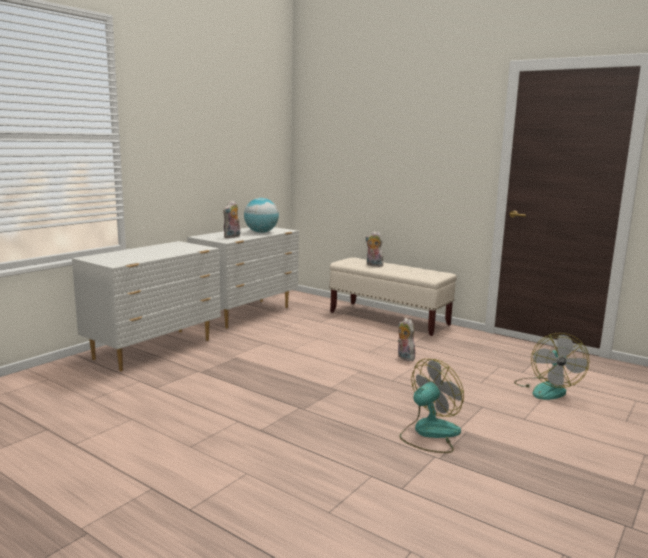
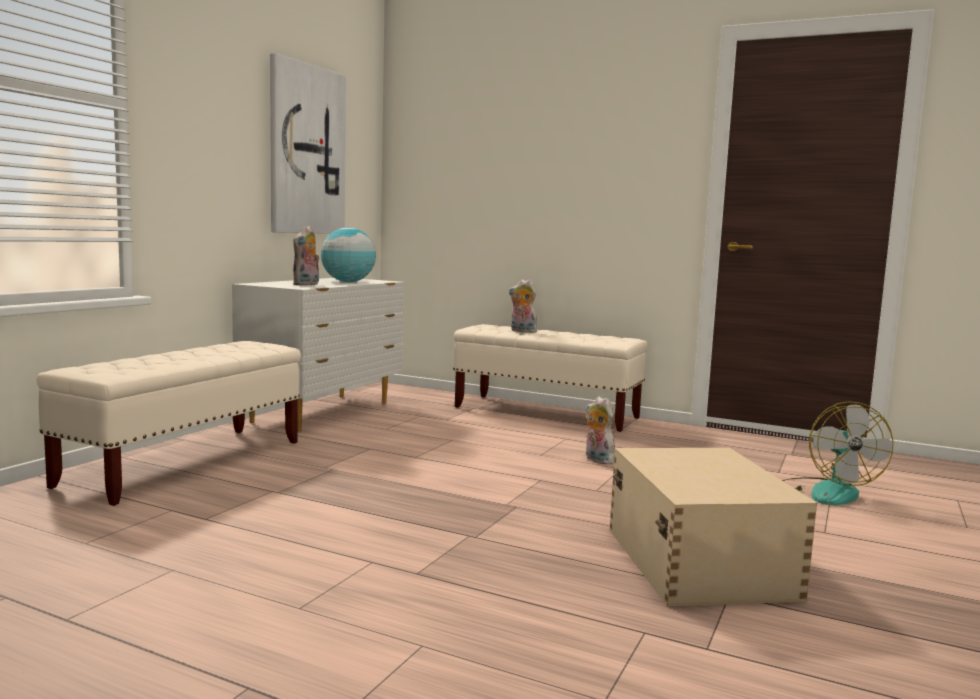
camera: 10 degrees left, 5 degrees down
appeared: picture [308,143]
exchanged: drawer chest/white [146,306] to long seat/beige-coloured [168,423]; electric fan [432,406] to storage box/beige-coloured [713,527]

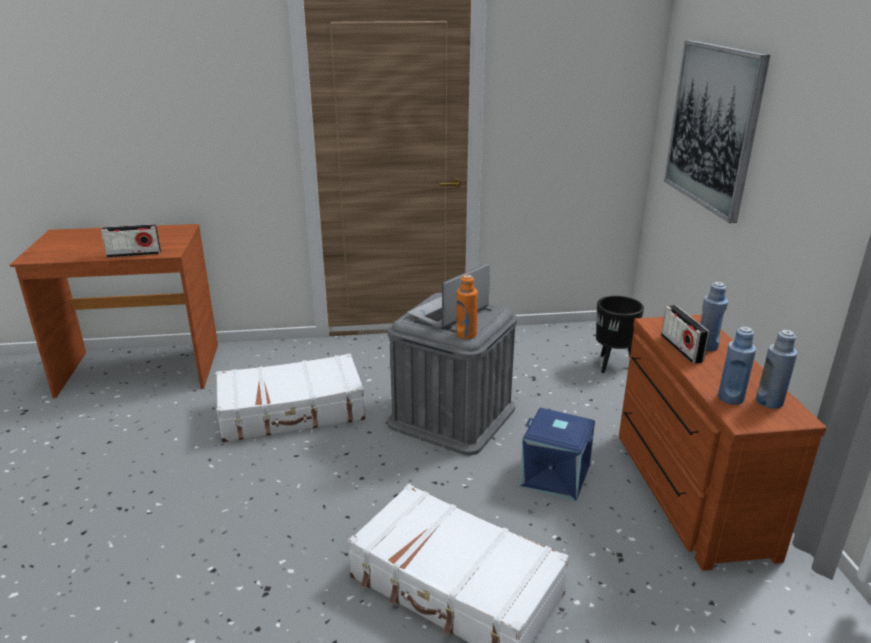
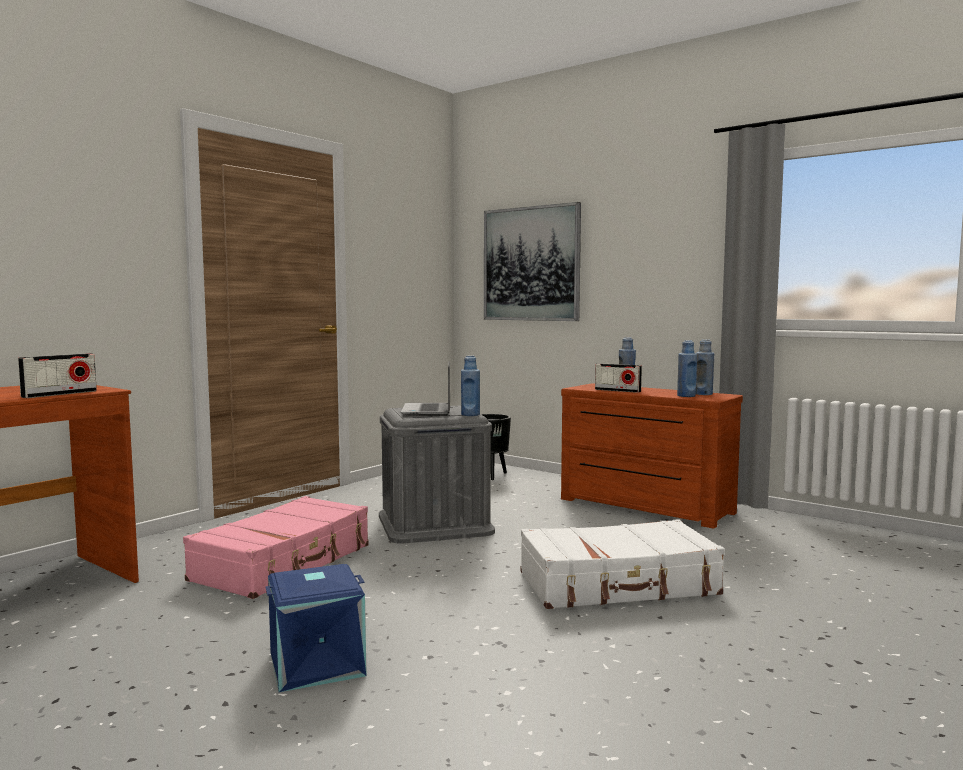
camera: 45 degrees left, 20 degrees down
relocated: storage box/bluish [557,454] to [316,628]
colour: beverage bottle/orange-coloured [467,307] to beverage bottle/bluish [470,385]; suitcase/white [291,397] to suitcase/pinkish [276,547]

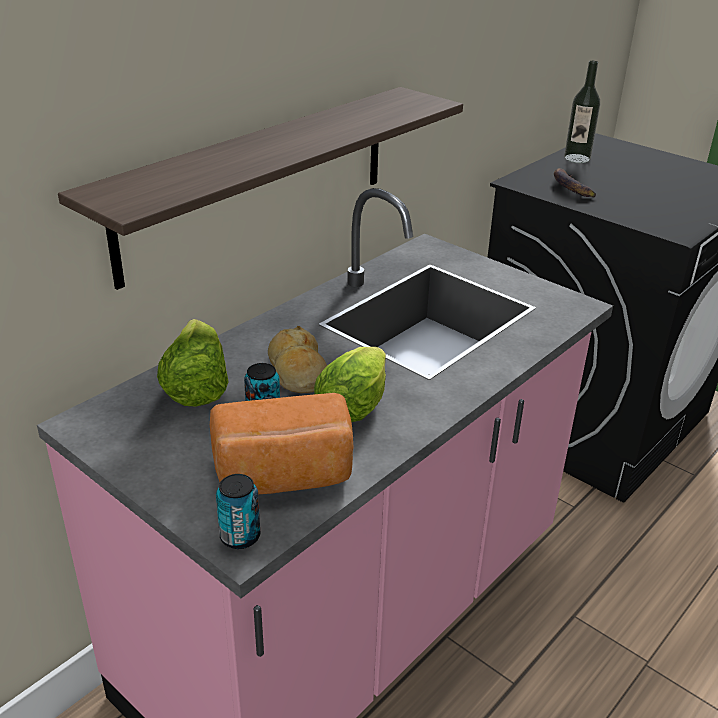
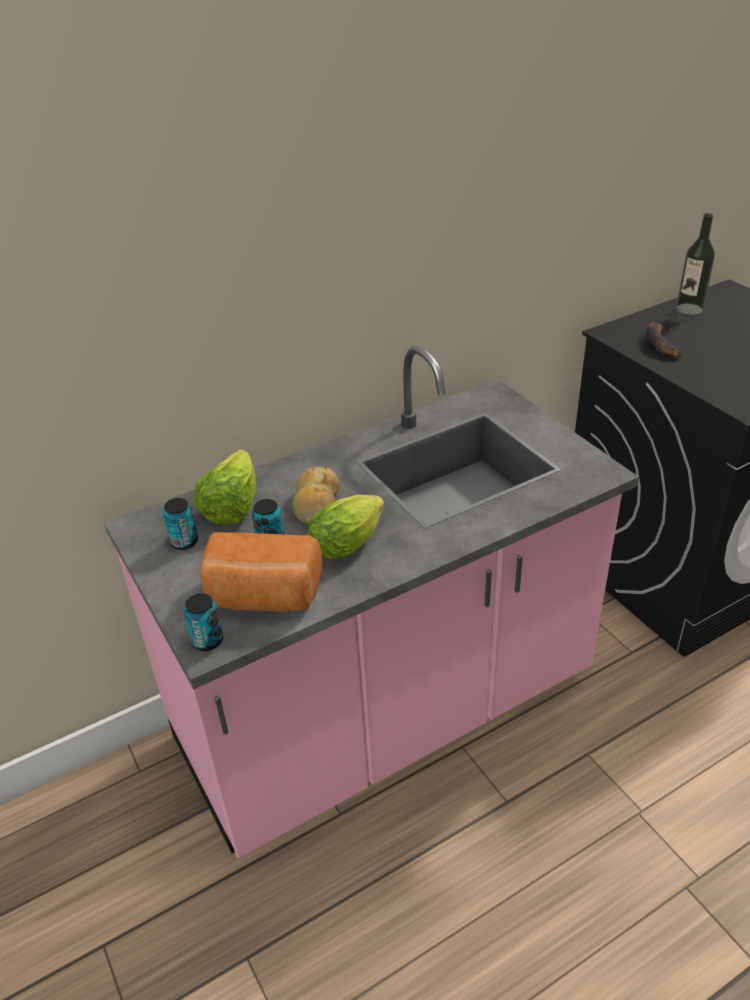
camera: 20 degrees right, 5 degrees up
missing: bracket shelf [260,188]
appeared: can [180,524]

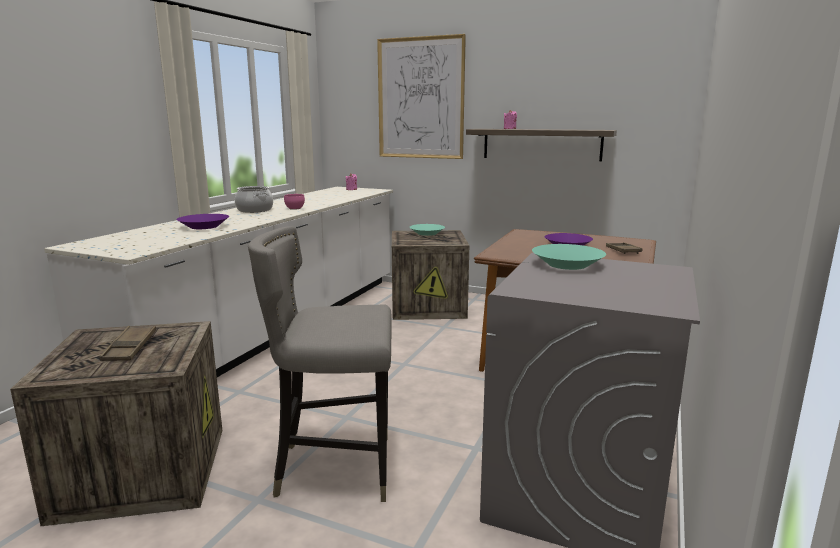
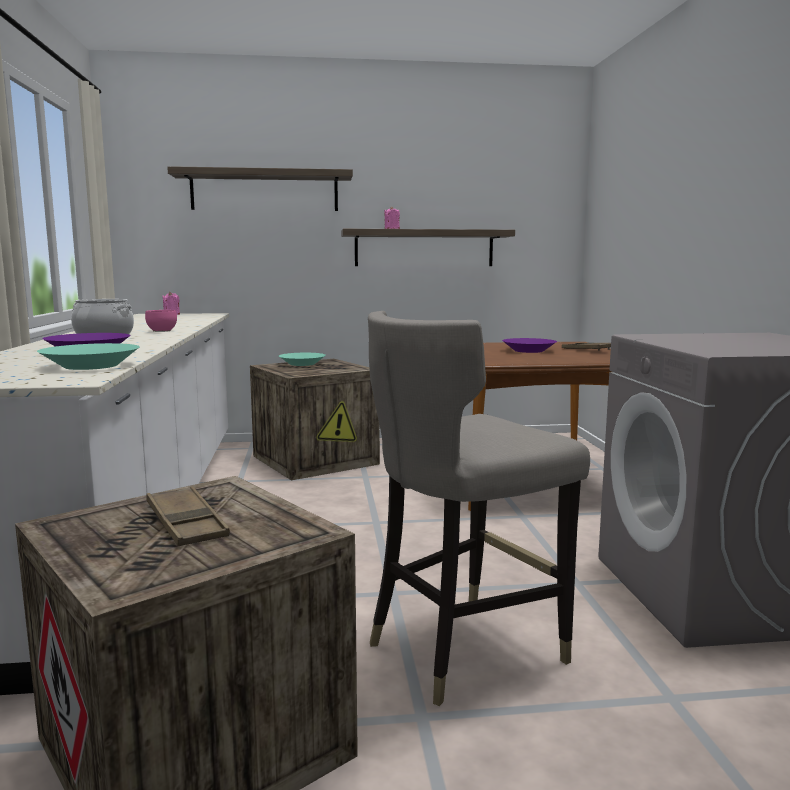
camera: 30 degrees left, 5 degrees down
relocated: deep dish/blue-green [569,257] to [88,356]
exchanged: picture [421,96] to bracket shelf [260,188]

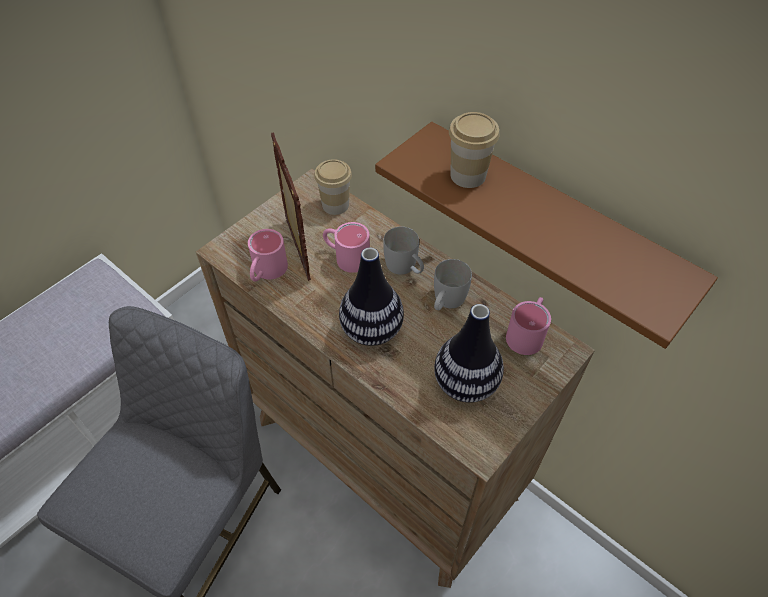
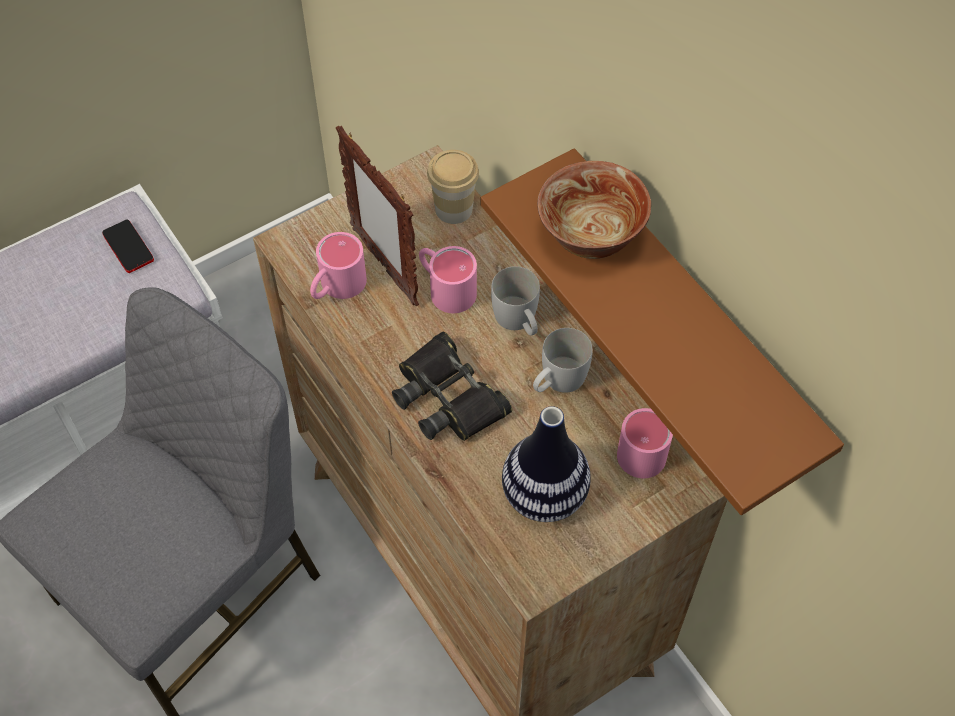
camera: 15 degrees right, 5 degrees up
appeared: phone [128,246]
exchanged: small cup [474,150] to deep dish [594,210]; decorative vase [371,297] to pair of binoculars/blackish [452,386]
spun: picture frame [291,206] = [377,216] 150 degrees clockwise

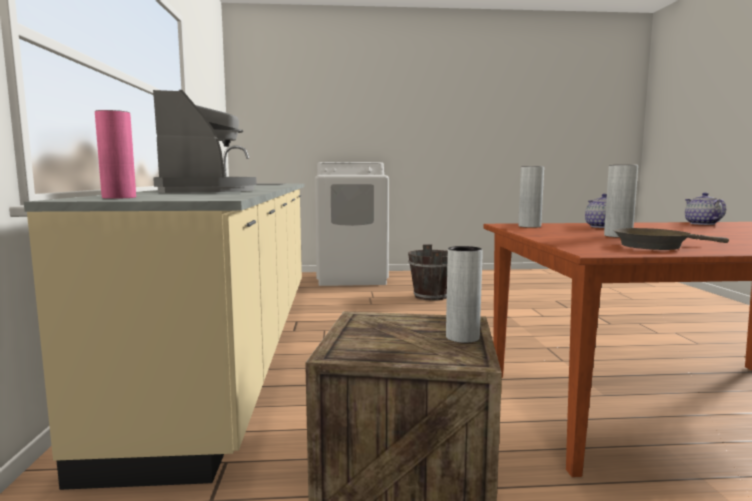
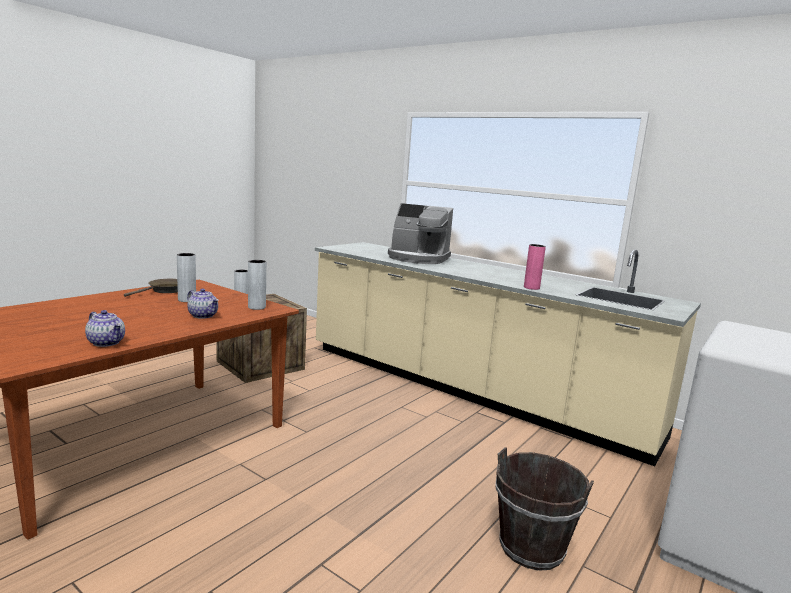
camera: 130 degrees right, 5 degrees up
relocated: decorative vase/pinkish [115,154] to [535,267]

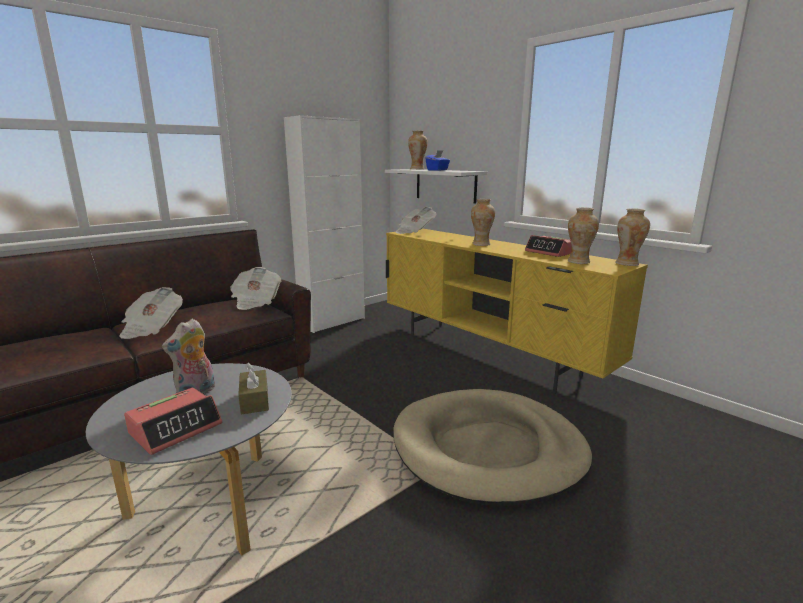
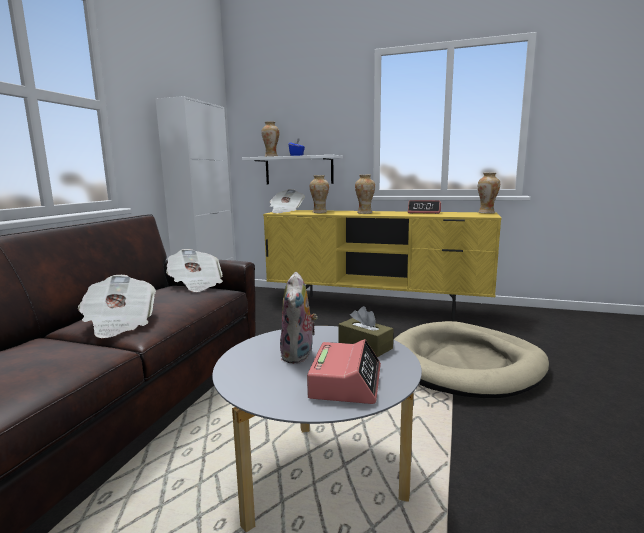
camera: 30 degrees left, 5 degrees down
relocated: decorative vase [583,236] to [319,194]

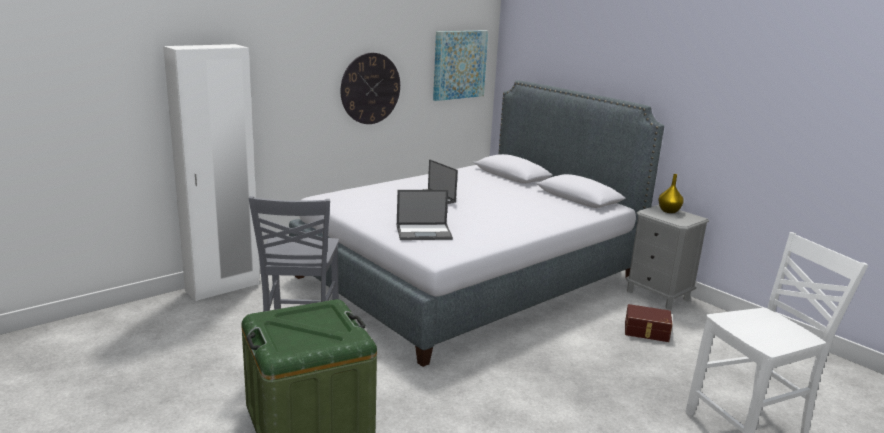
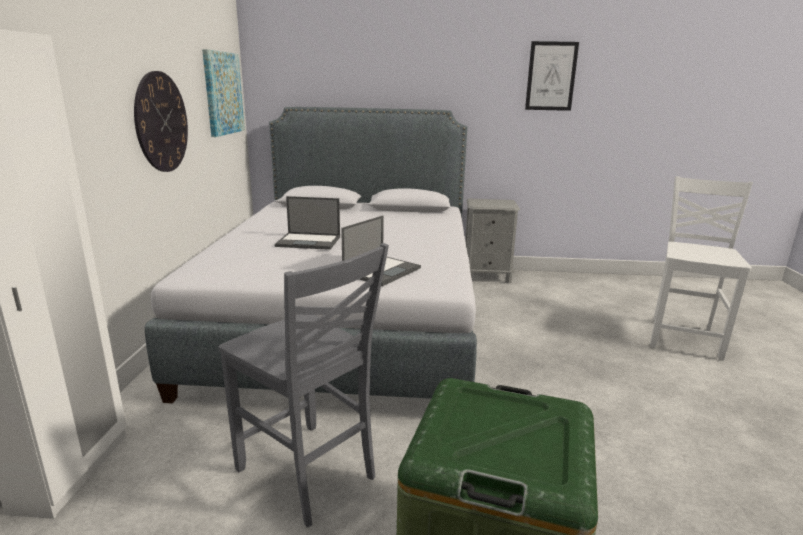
camera: 45 degrees left, 0 degrees up
missing: decorative vase/yellowish [671,193]; storage box/brownish [649,323]
appeared: picture [552,76]

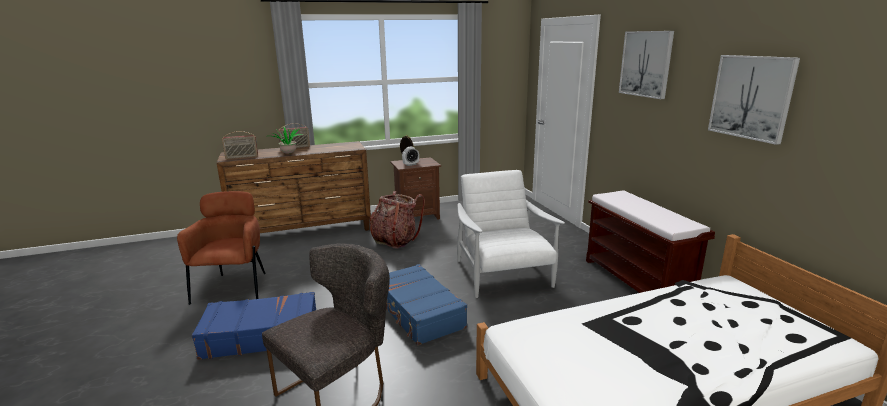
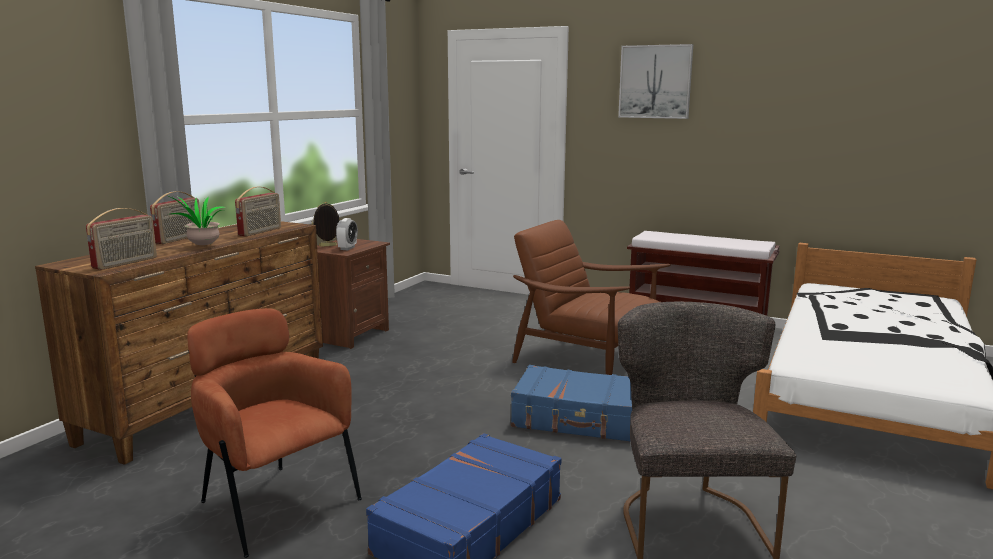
camera: 45 degrees left, 5 degrees down
missing: picture [754,100]; backpack [397,220]
appeared: radio receiver [258,211]
colour: lounge chair/white [511,234] to lounge chair/brownish [591,297]

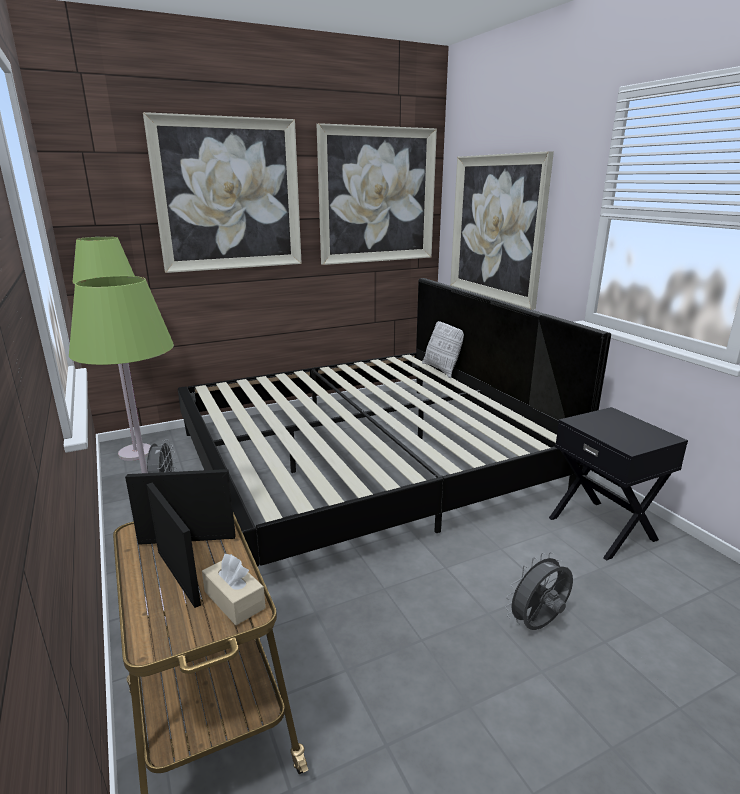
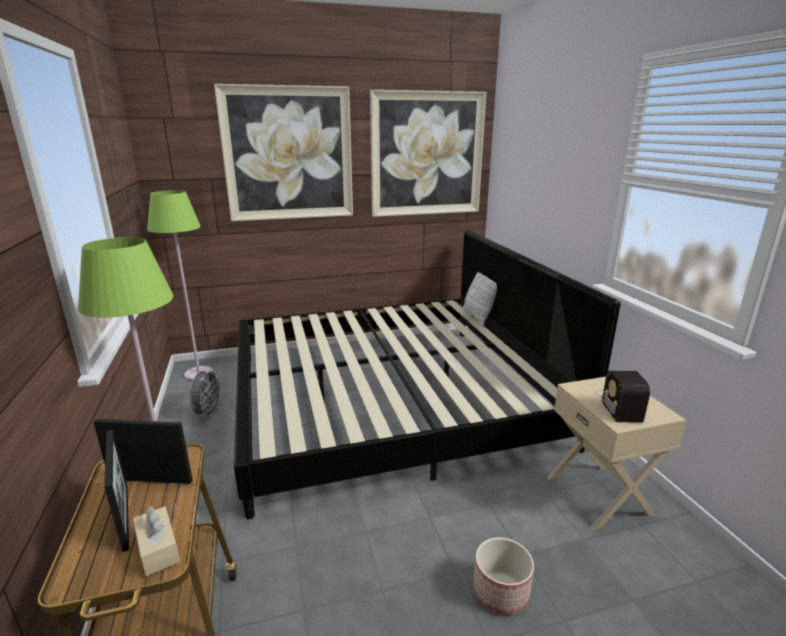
camera: 10 degrees right, 0 degrees up
missing: picture [502,230]
appeared: radio receiver [622,397]
exchanged: electric fan/grey [539,591] to planter [503,575]
colour: nightstand/blackish [618,484] to nightstand/beige-coloured [616,454]

